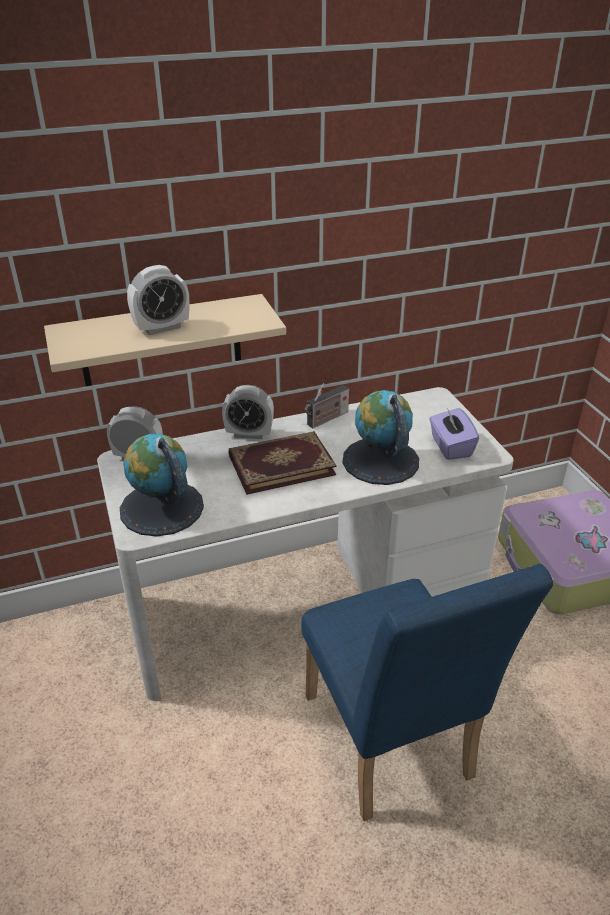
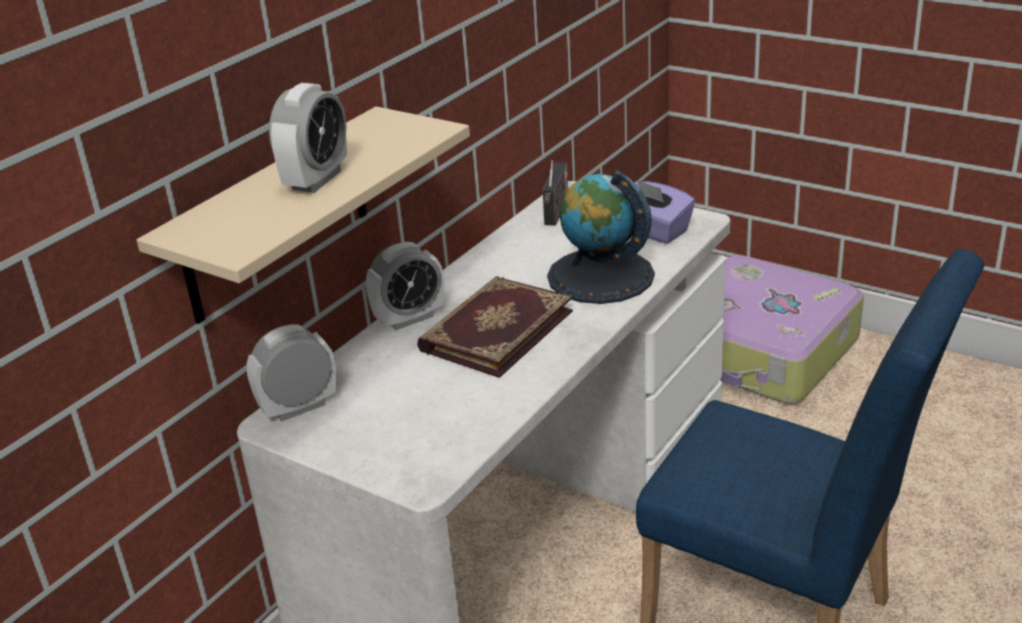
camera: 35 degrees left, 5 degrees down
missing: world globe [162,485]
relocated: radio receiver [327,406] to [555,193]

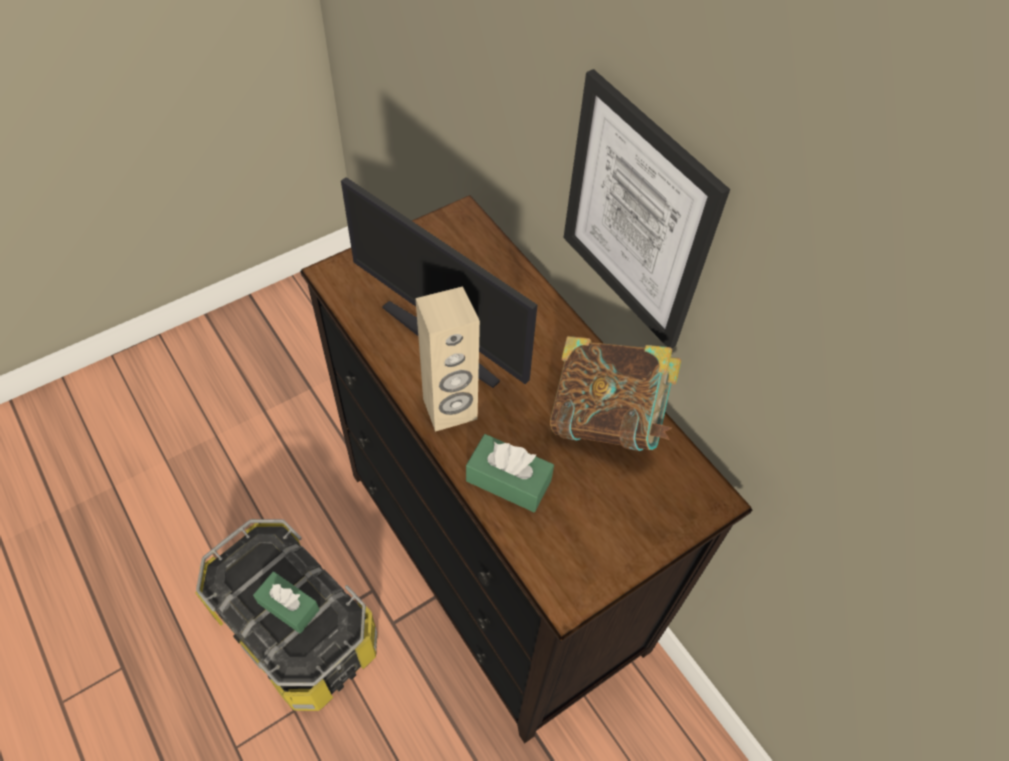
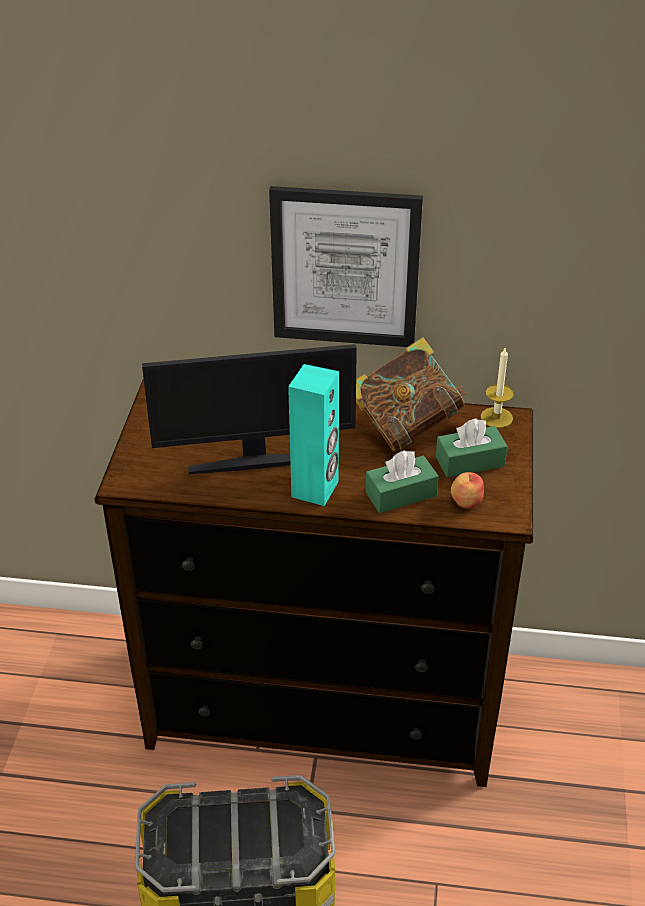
camera: 45 degrees left, 15 degrees down
appeared: wax light [497,388]; apple fruit [467,490]
relocated: tissue box/greenish [286,602] to [472,447]
colour: loudspeaker/beige-coloured [447,359] to loudspeaker/blue-green [313,435]

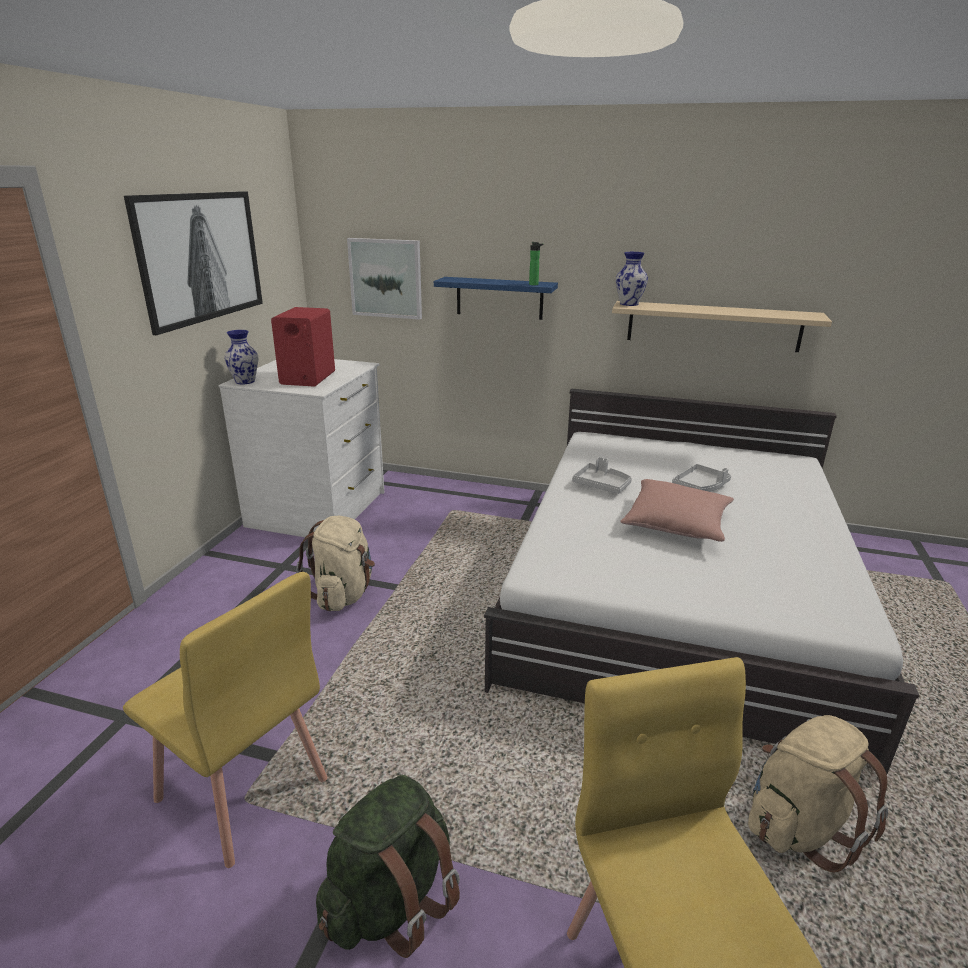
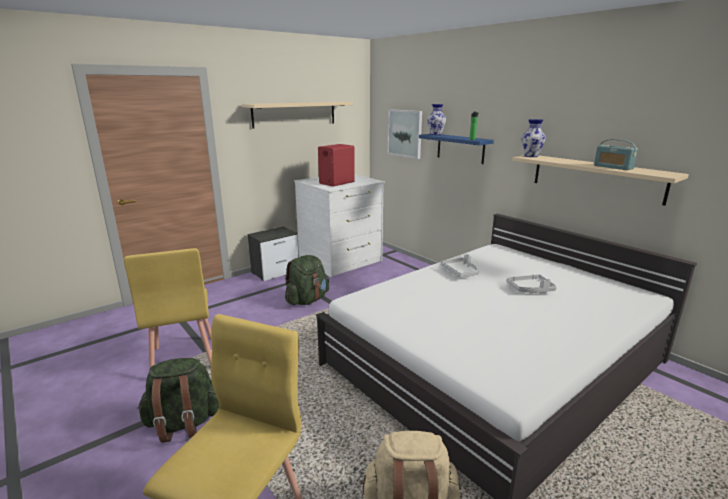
camera: 35 degrees right, 5 degrees down
missing: throw pillow/pinkish [677,510]
appeared: radio receiver [616,154]; nightstand [272,254]
relocated: decorative vase [241,357] to [436,119]
exchanged: picture [193,263] to bracket shelf/beige-coloured [297,115]
colour: backpack/beige-coloured [335,563] to backpack/greenish [307,280]

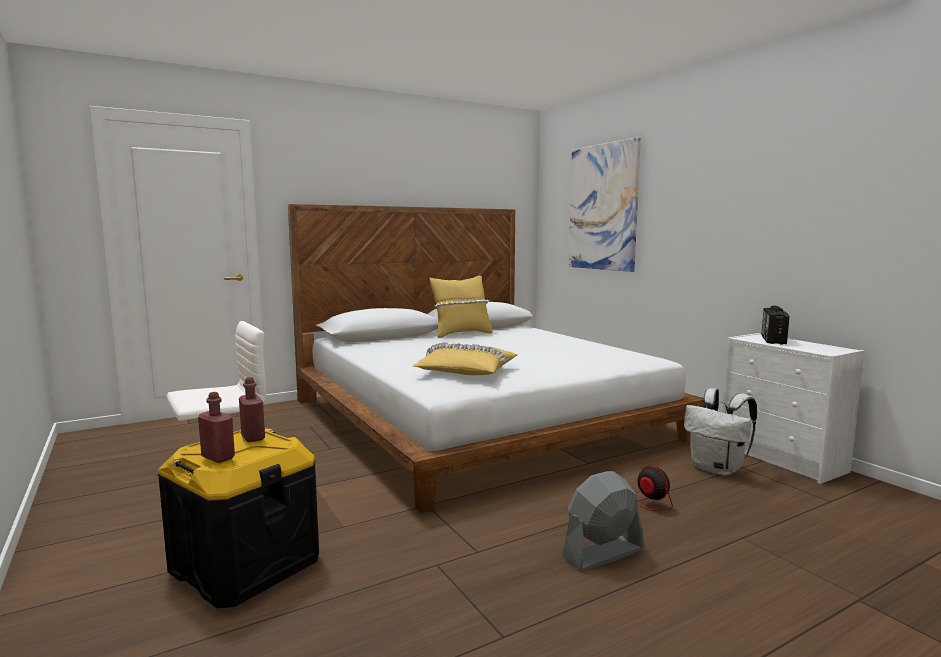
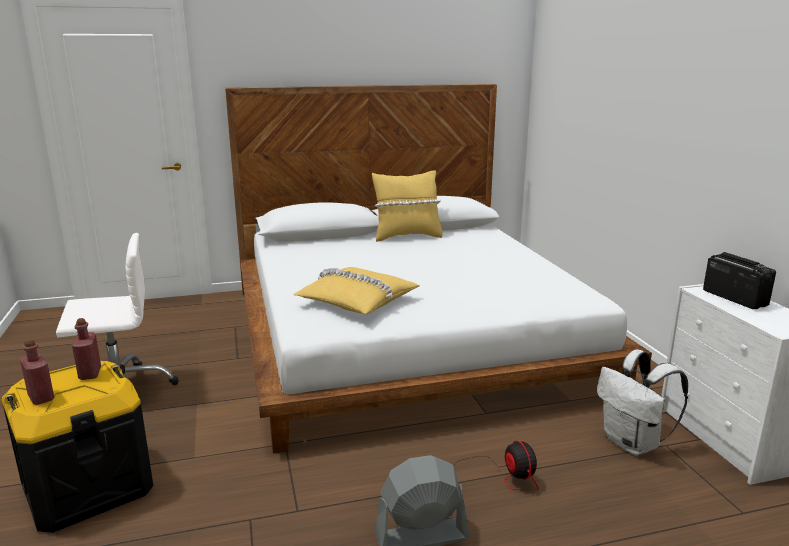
camera: 15 degrees right, 10 degrees up
missing: picture [605,204]
spun: radio receiver [775,325] = [739,280] 120 degrees clockwise

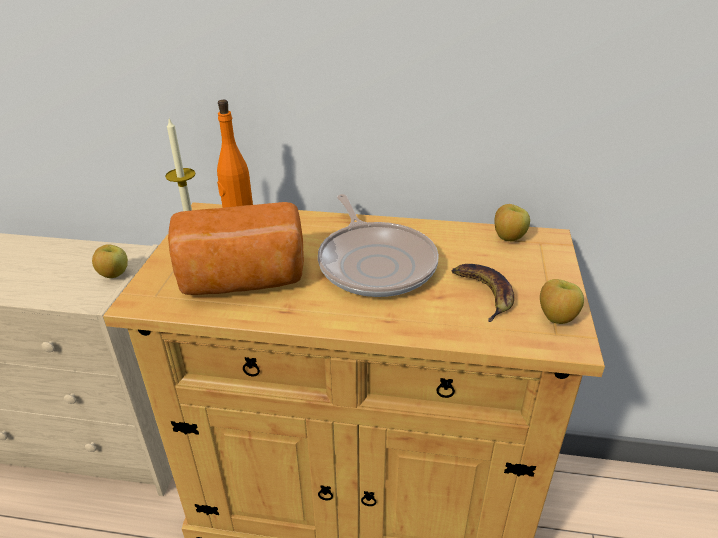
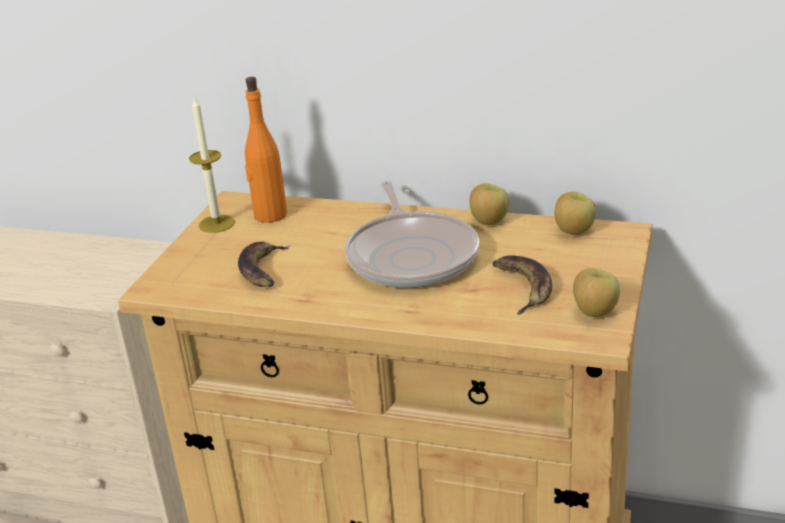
camera: 10 degrees right, 5 degrees down
relocated: apple fruit [110,261] to [489,204]
exchanged: bread [236,248] to banana [264,264]

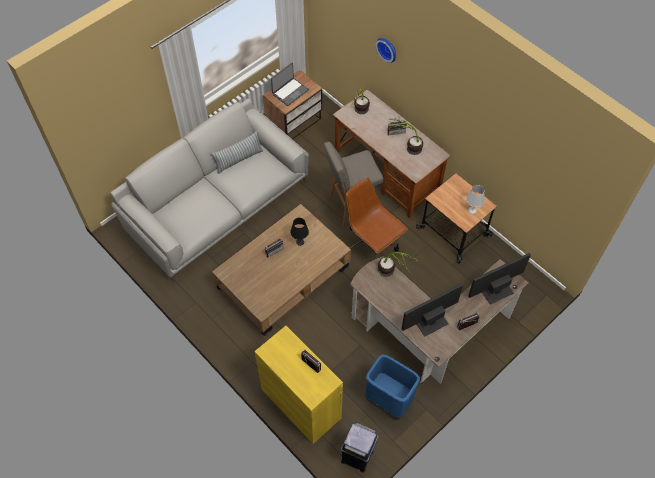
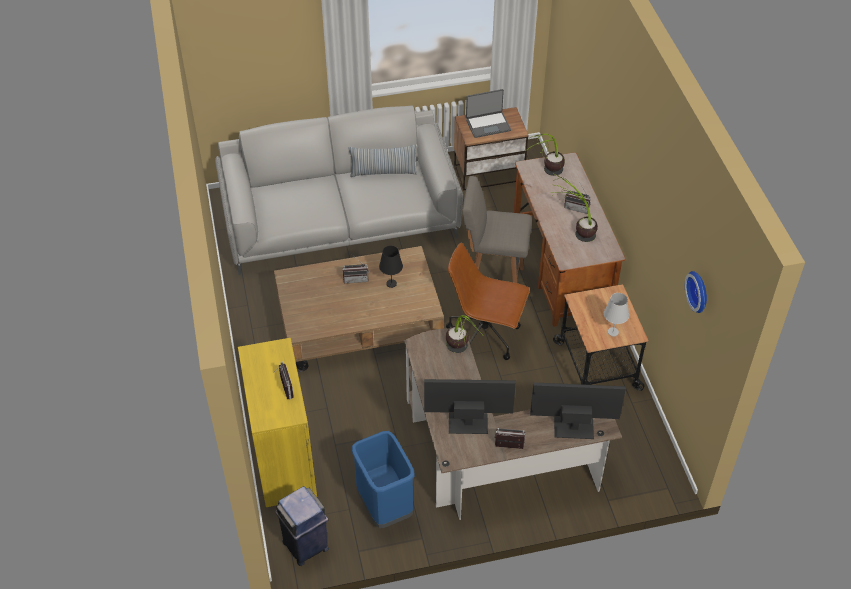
camera: 30 degrees right, 10 degrees down
relocated: wall clock [386,50] to [696,292]
spun: desk chair/brownish [376,218] = [488,301] 60 degrees counterclockwise

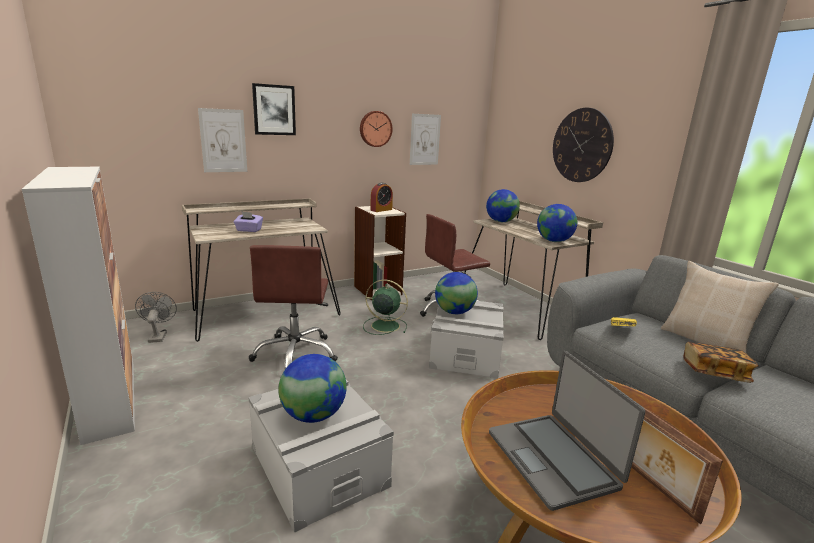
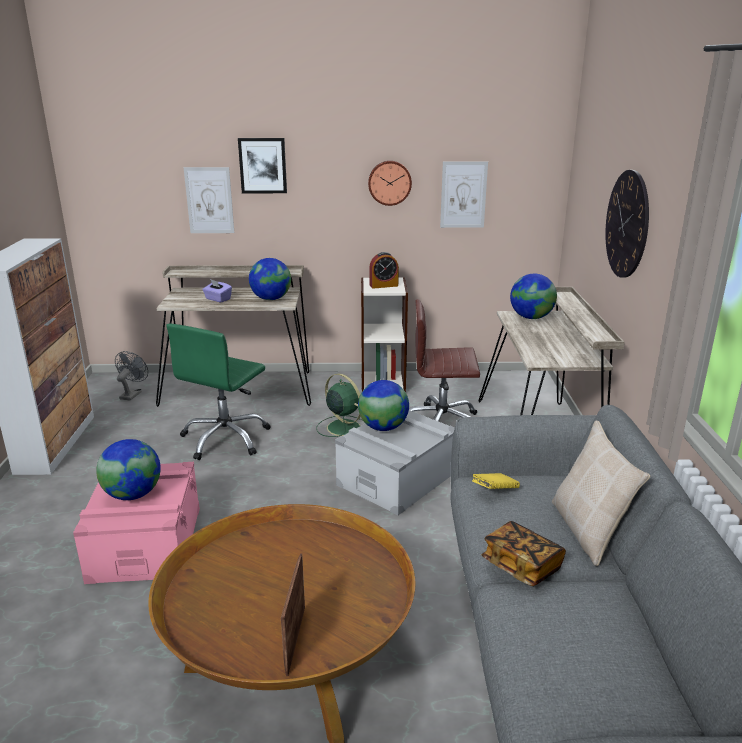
camera: 30 degrees right, 5 degrees up
missing: notebook computer [567,431]
relocated: world globe [557,223] to [270,279]
colour: desk chair/brownish [293,307] to desk chair/greenish [218,391]; storage box/grey [321,456] to storage box/pinkish [136,523]

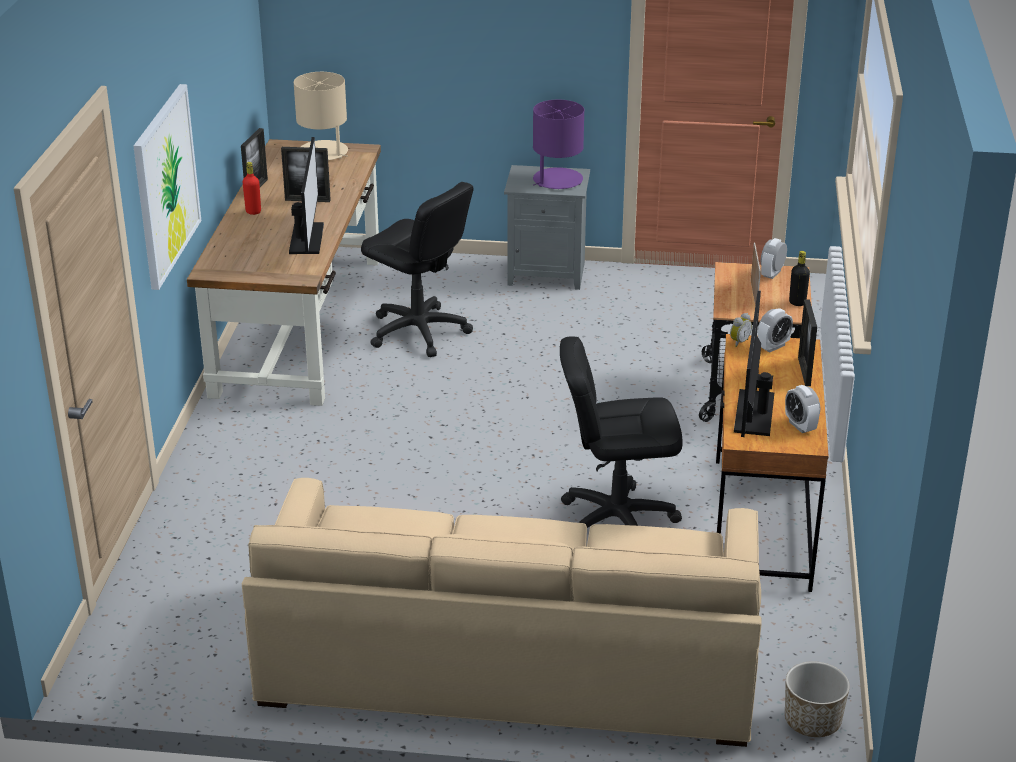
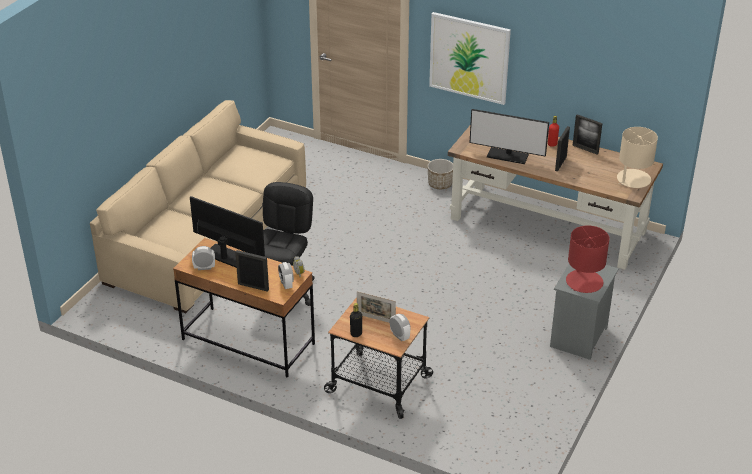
camera: 110 degrees right, 5 degrees up
missing: desk chair/blackish [417,269]
relocated: planter [817,699] to [440,174]
colour: lamp for a table/purplish [558,144] to lamp for a table/red [588,259]

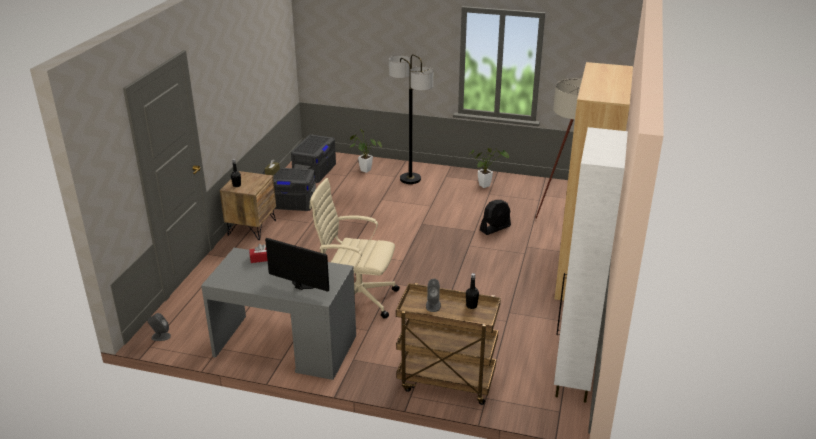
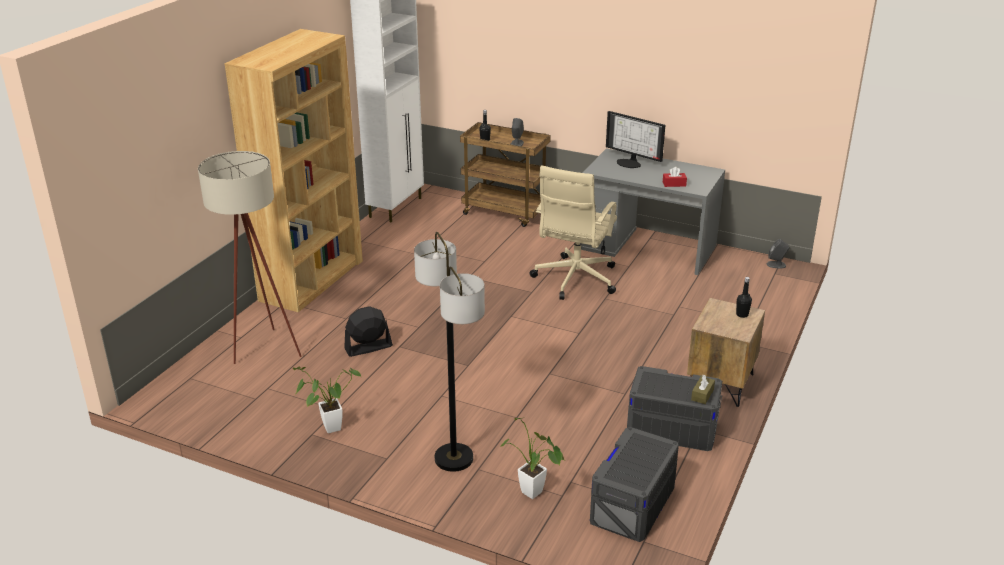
camera: 170 degrees left, 0 degrees up
spun: desk chair/beige-coloured [354,248] = [573,233] 90 degrees clockwise

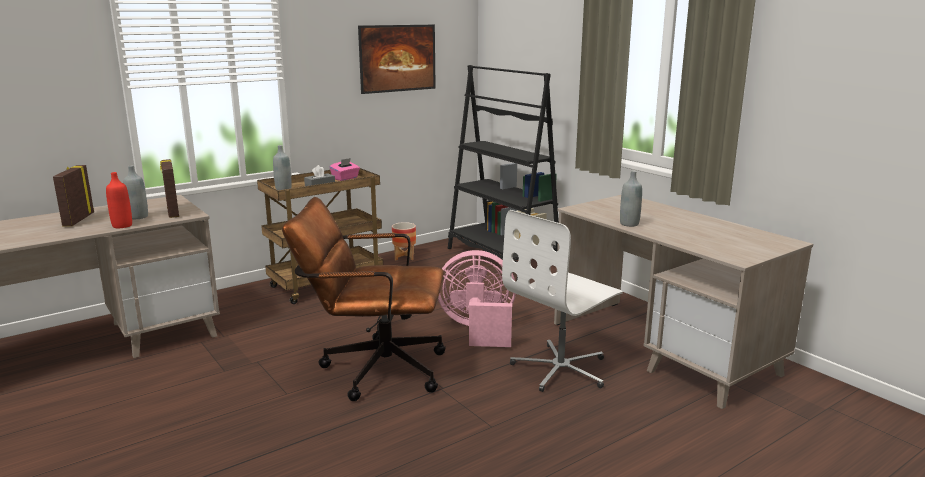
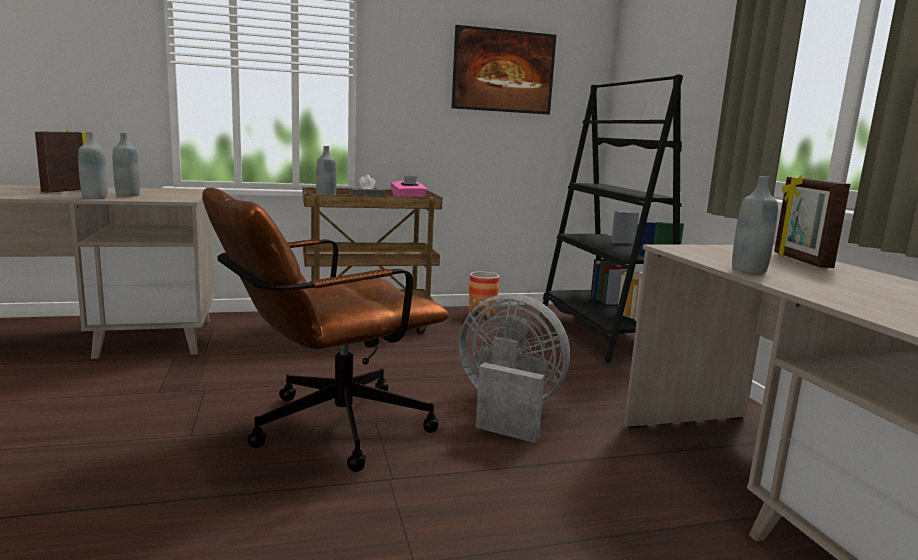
camera: 20 degrees right, 5 degrees down
missing: desk chair/white [562,301]
relocated: picture frame [169,188] to [812,221]
colour: beverage bottle/red [119,200] to beverage bottle/grey [93,165]; electric fan/pinkish [477,298] to electric fan/grey [514,368]
spun: desk chair/brownish [364,299] = [325,330] 60 degrees counterclockwise

